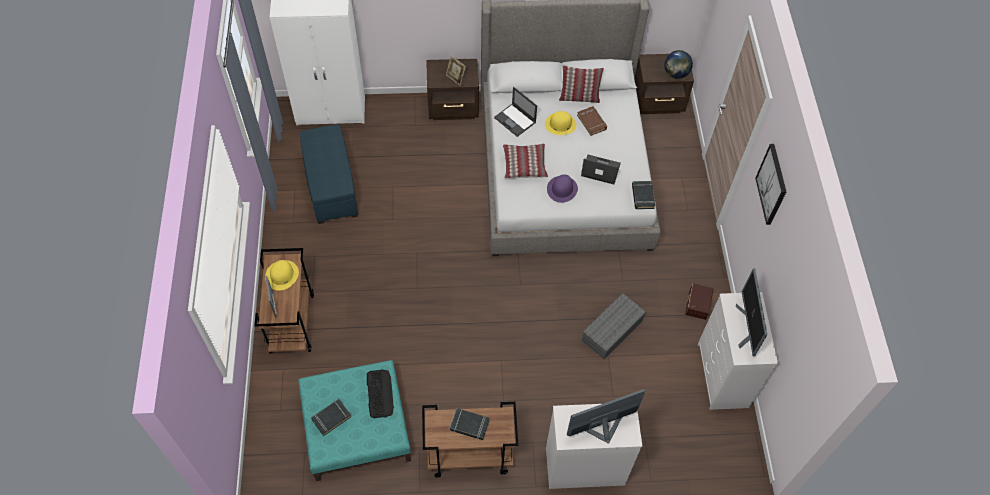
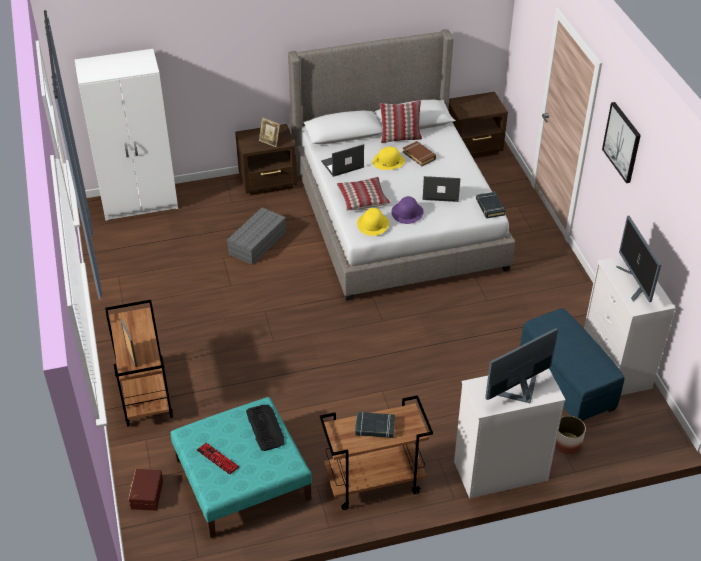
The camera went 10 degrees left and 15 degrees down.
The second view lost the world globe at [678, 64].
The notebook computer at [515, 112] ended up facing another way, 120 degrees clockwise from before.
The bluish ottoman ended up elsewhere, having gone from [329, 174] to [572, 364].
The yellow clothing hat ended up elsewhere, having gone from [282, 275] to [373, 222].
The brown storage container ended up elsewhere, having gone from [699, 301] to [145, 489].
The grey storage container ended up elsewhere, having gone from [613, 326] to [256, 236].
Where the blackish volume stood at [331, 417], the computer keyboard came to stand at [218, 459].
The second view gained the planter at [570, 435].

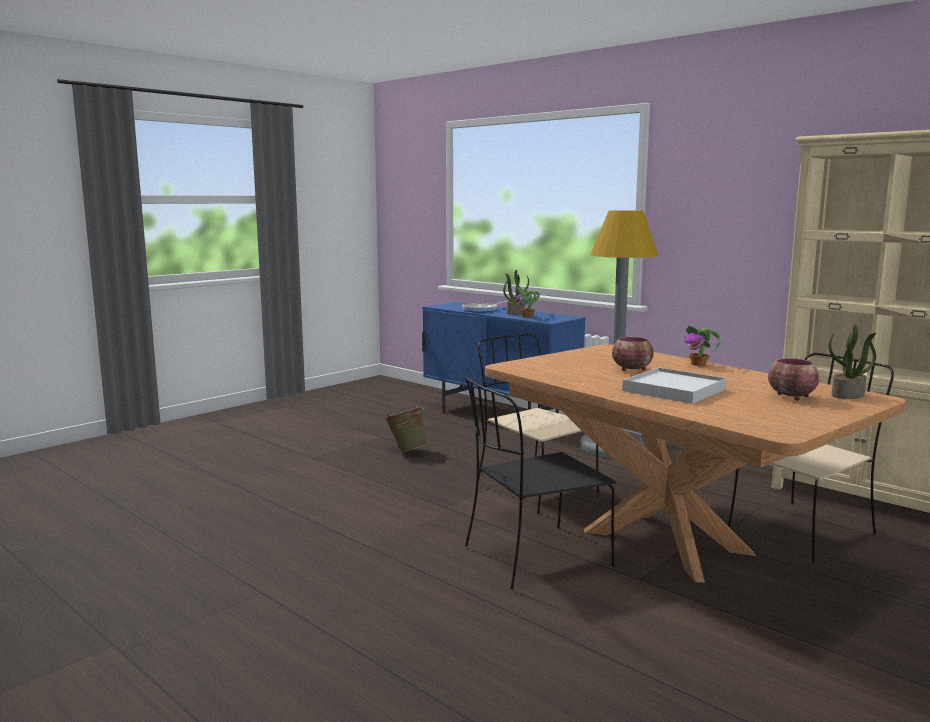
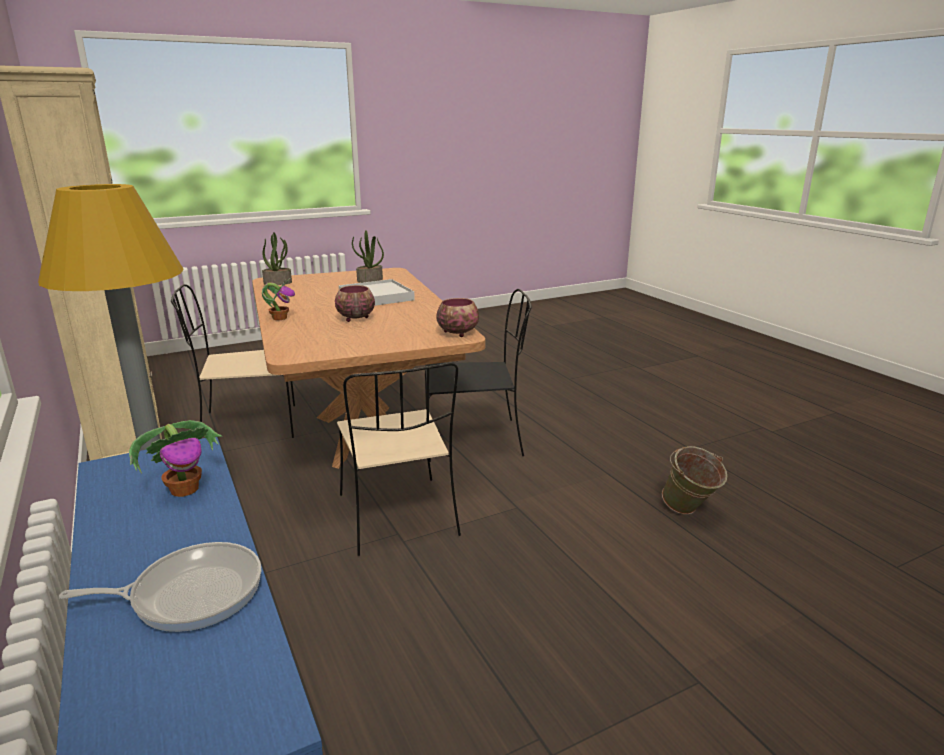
The camera went 160 degrees left and 10 degrees up.
The houseplant ended up elsewhere, having gone from [516, 292] to [368, 256].
The bowl ended up elsewhere, having gone from [793, 379] to [457, 317].
The greenish water bucket ended up elsewhere, having gone from [406, 429] to [694, 480].

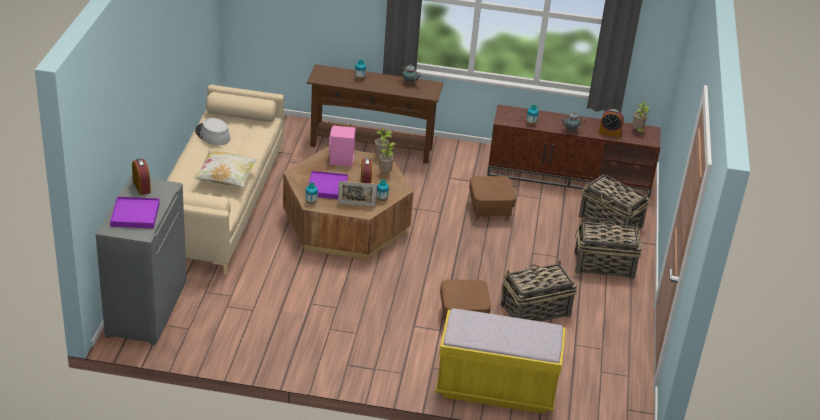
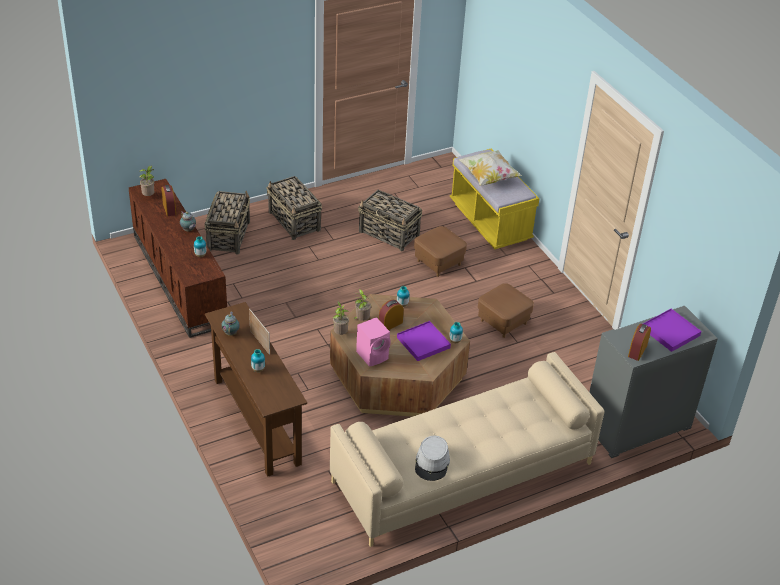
The camera went 125 degrees left and 5 degrees up.
The pillow ended up elsewhere, having gone from [225, 169] to [490, 168].
The brown ottoman ended up elsewhere, having gone from [492, 198] to [506, 310].
The standing frame ended up elsewhere, having gone from [357, 194] to [259, 332].

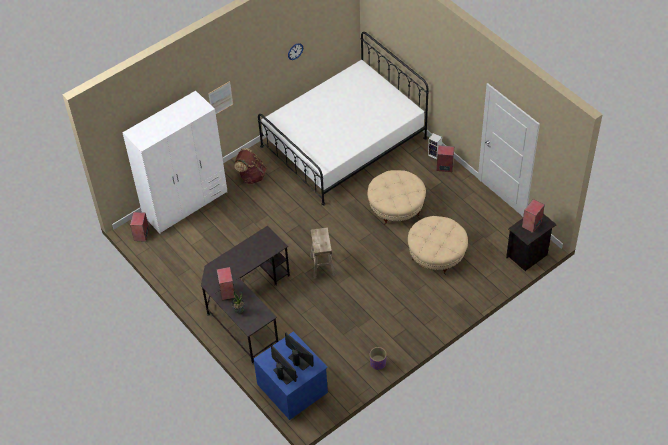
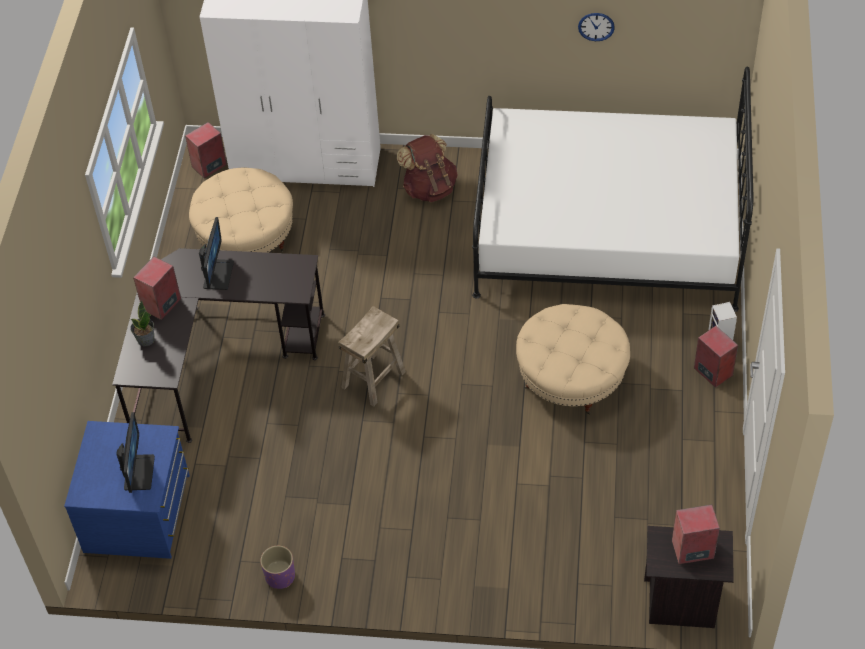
The camera went 45 degrees right and 0 degrees up.
The second view lost the wall picture at [220, 98].
The sand-coloured ottoman ended up elsewhere, having gone from [438, 245] to [241, 210].
The monitor ended up elsewhere, having gone from [284, 365] to [216, 253].

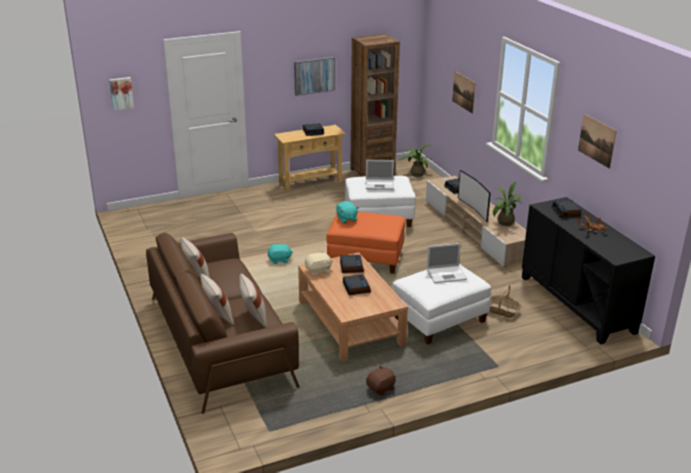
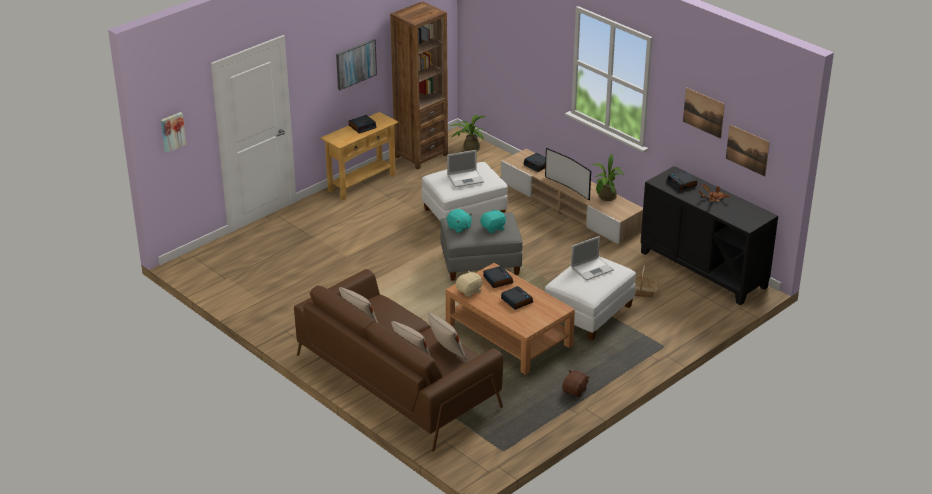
The camera went 20 degrees left and 5 degrees up.
The wall picture ended up elsewhere, having gone from [464, 92] to [748, 150].
What was the orangey ottoman at [366, 243] turned into the grey ottoman at [481, 246].
The turquoise plush toy ended up elsewhere, having gone from [280, 253] to [493, 221].

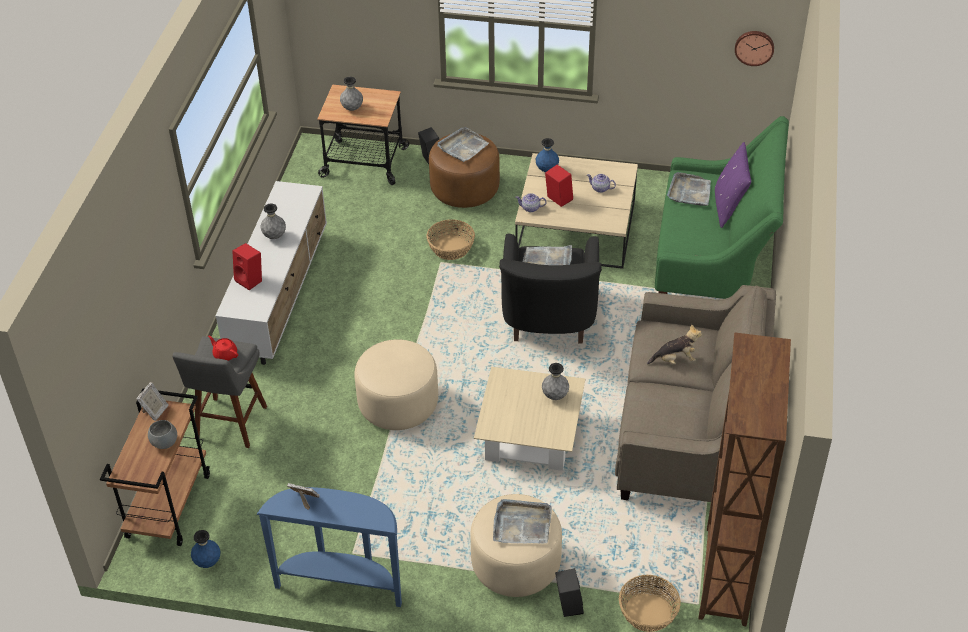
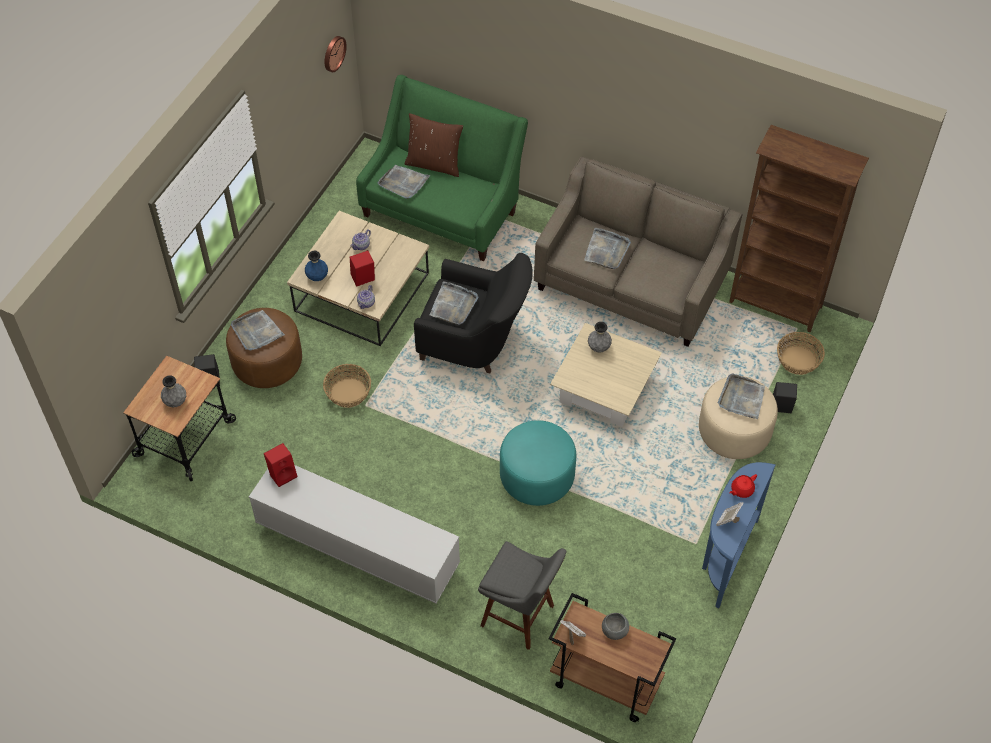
The camera went 75 degrees left and 10 degrees up.
What was the purple-coloured pillow at [733, 185] turned into the brown pillow at [434, 145].
The second view lost the grey vase at [273, 221].
The reddish loudspeaker ended up elsewhere, having gone from [247, 266] to [280, 465].
Where the plush toy stood at [674, 344], the grey serving tray came to stand at [607, 248].
The reddish tea pot ended up elsewhere, having gone from [223, 348] to [743, 486].
What was the sand-coloured ottoman at [396, 384] turned into the turquoise ottoman at [538, 463].
The second view lost the bluish vase at [206, 549].

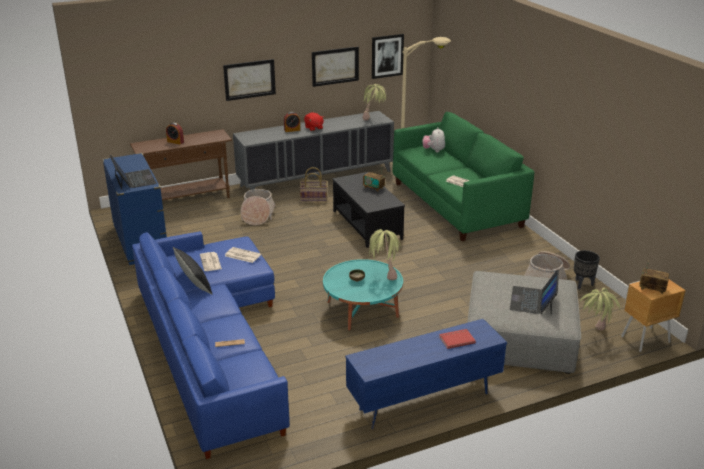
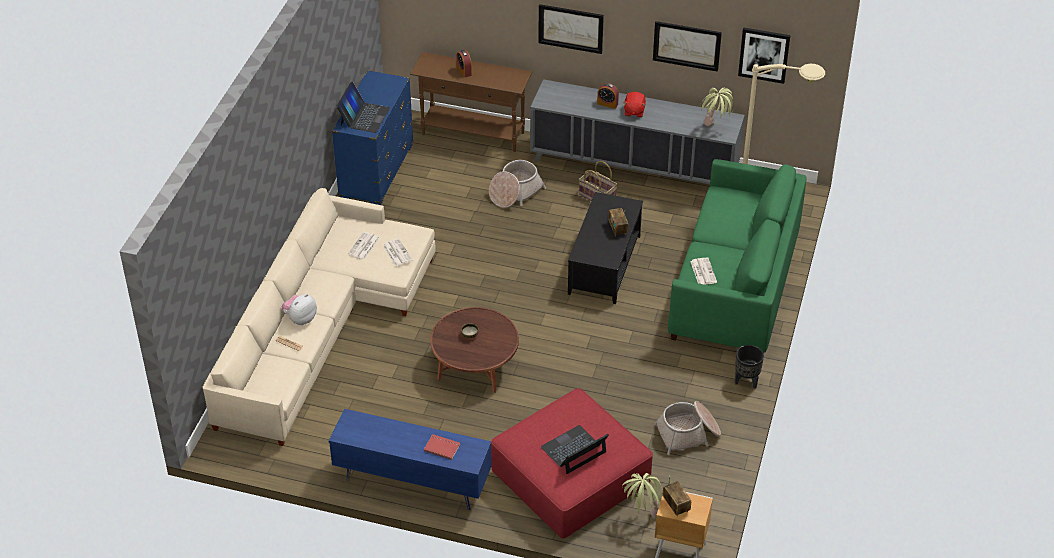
The camera went 40 degrees right and 15 degrees up.
The plush toy ended up elsewhere, having gone from [433, 139] to [299, 309].
The second view lost the houseplant at [385, 254].
What was the bluish sofa at [211, 345] turned into the sand-coloured sofa at [319, 317].
The second view lost the blackish pillow at [193, 271].
The blackish planter ended up elsewhere, having gone from [587, 269] to [749, 366].
What was the turquoise coffee table at [363, 295] turned into the brown coffee table at [474, 350].
What was the grey ottoman at [524, 322] turned into the reddish ottoman at [572, 463].

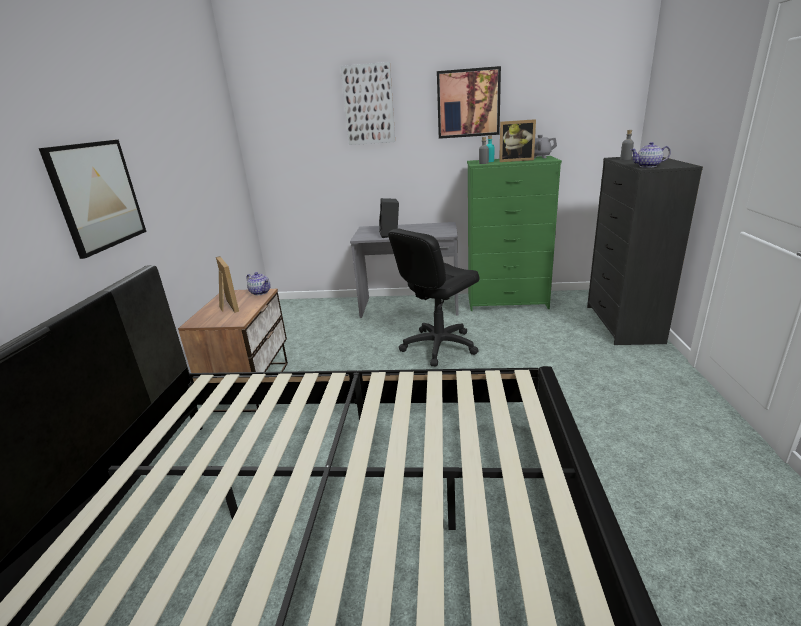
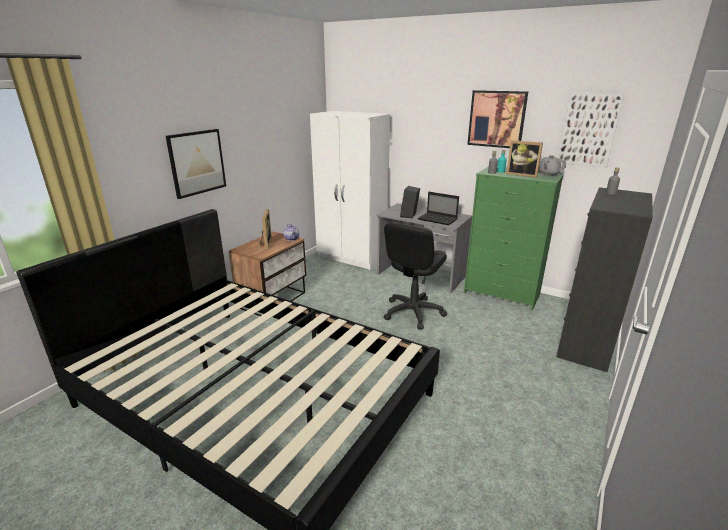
The camera went 25 degrees right and 0 degrees up.
The wall picture ended up elsewhere, having gone from [368, 103] to [591, 130].
The second view lost the tea pot at [650, 155].
The blackish office chair at [433, 297] ended up facing another way, 45 degrees counterclockwise from before.
The second view gained the white-coloured clothes cupboard at [350, 190].
The second view gained the notebook computer at [438, 208].

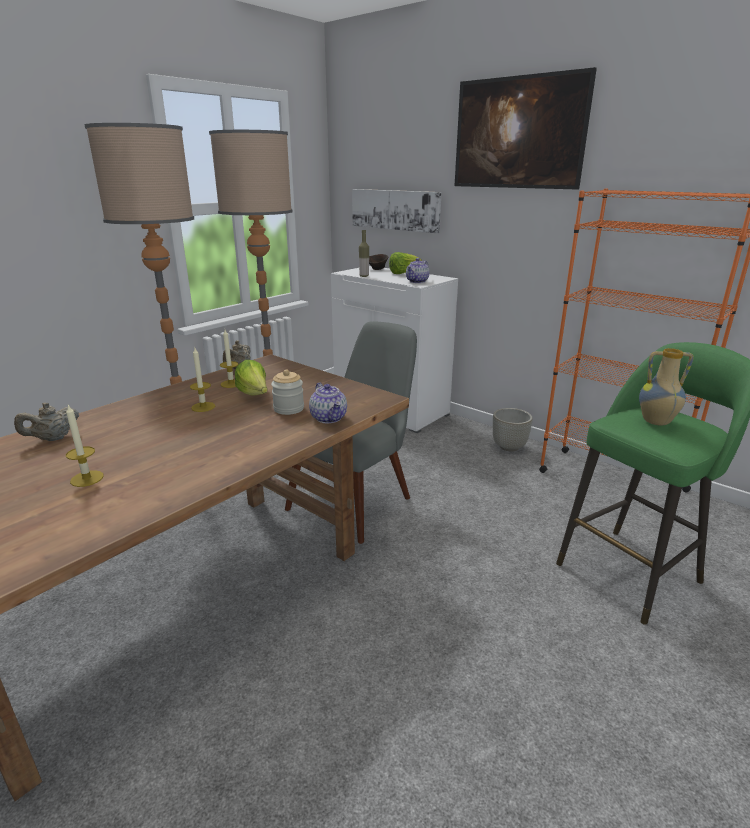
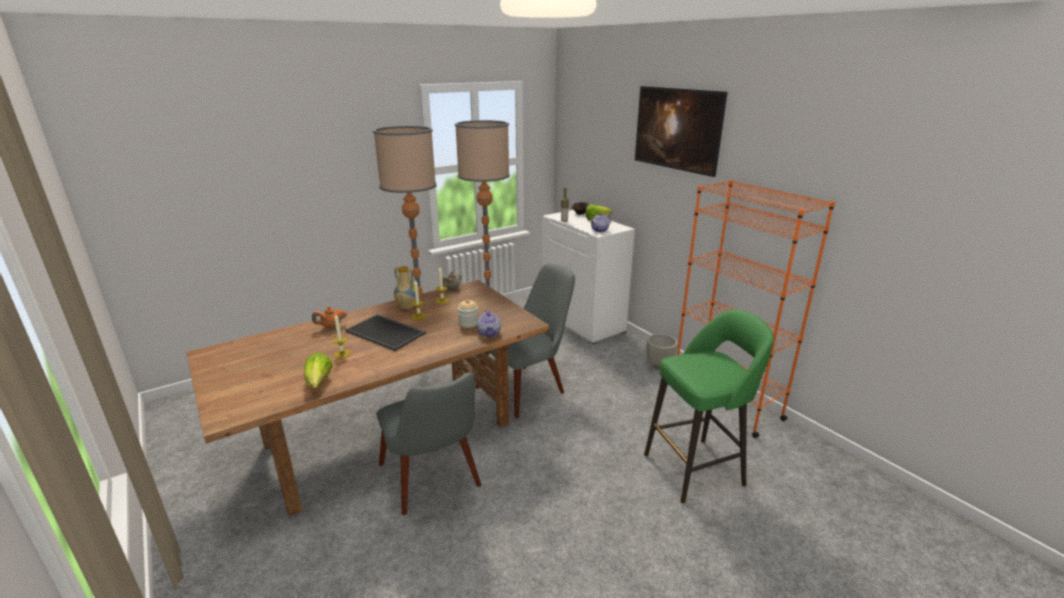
The camera went 15 degrees right and 0 degrees up.
The second view lost the wall picture at [397, 211].
The vase ended up elsewhere, having gone from [666, 386] to [405, 288].
The lettuce ended up elsewhere, having gone from [251, 378] to [318, 370].
What was the sand-coloured tea pot at [46, 421] turned into the orangey tea pot at [329, 317].
The second view gained the serving tray at [386, 332].
The second view gained the grey plain chair at [429, 443].

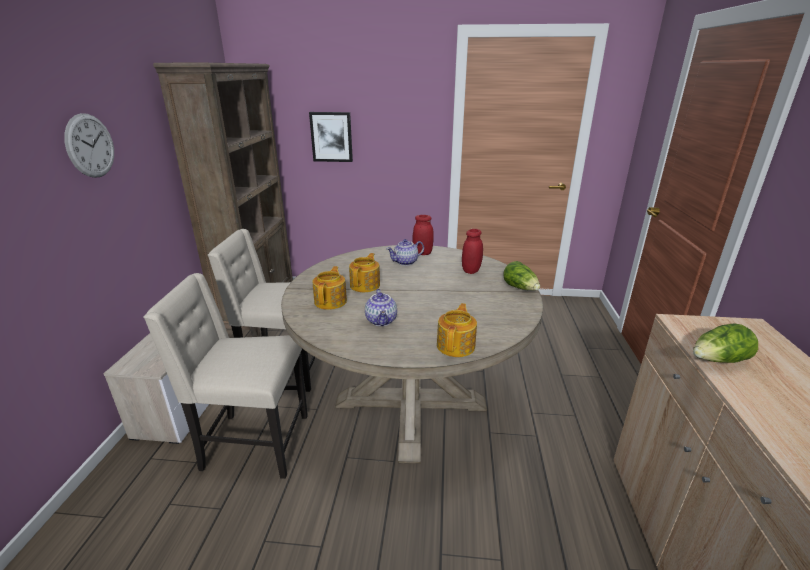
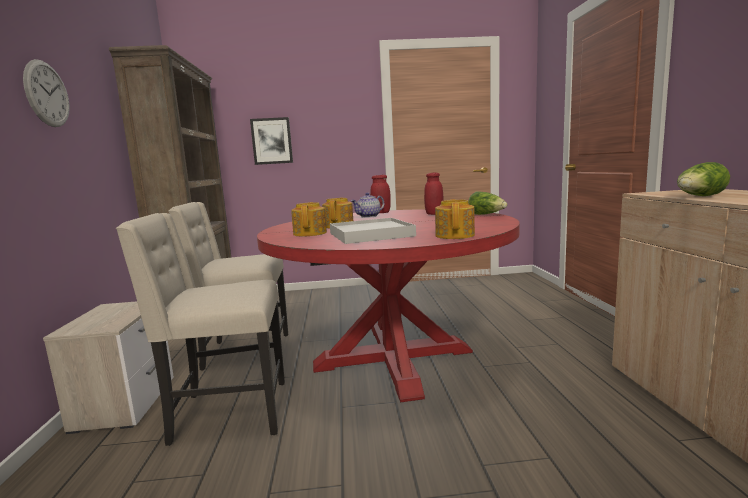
The camera went 10 degrees left and 15 degrees down.
What was the sand-coloured dinner table at [412, 354] turned into the reddish dinner table at [388, 306].
Where the tea pot stood at [381, 307], the white-coloured serving tray came to stand at [373, 231].

